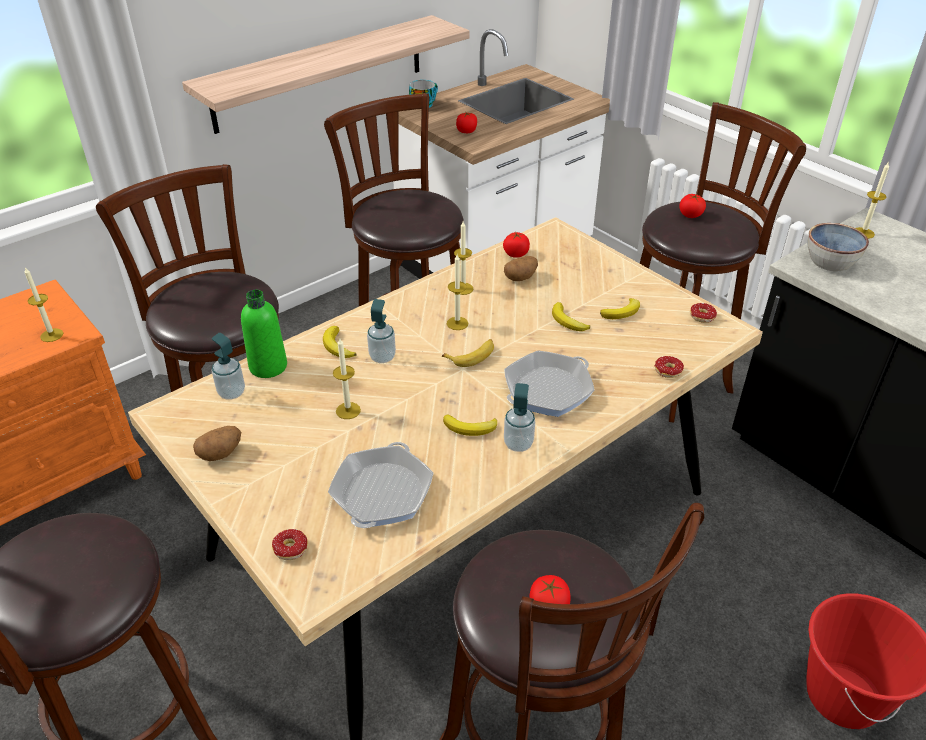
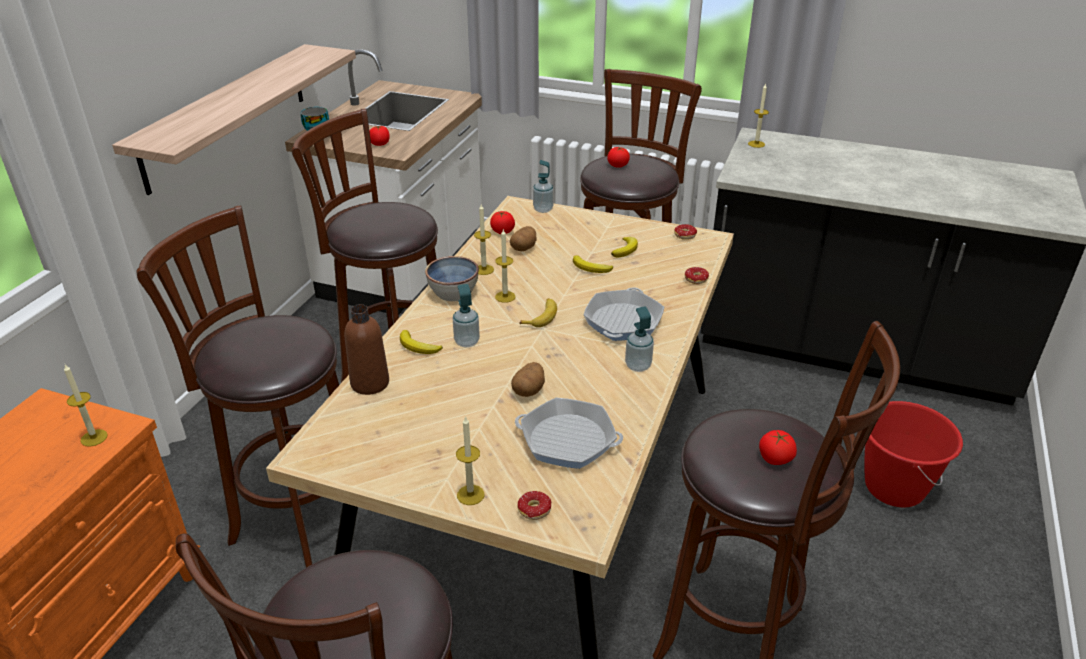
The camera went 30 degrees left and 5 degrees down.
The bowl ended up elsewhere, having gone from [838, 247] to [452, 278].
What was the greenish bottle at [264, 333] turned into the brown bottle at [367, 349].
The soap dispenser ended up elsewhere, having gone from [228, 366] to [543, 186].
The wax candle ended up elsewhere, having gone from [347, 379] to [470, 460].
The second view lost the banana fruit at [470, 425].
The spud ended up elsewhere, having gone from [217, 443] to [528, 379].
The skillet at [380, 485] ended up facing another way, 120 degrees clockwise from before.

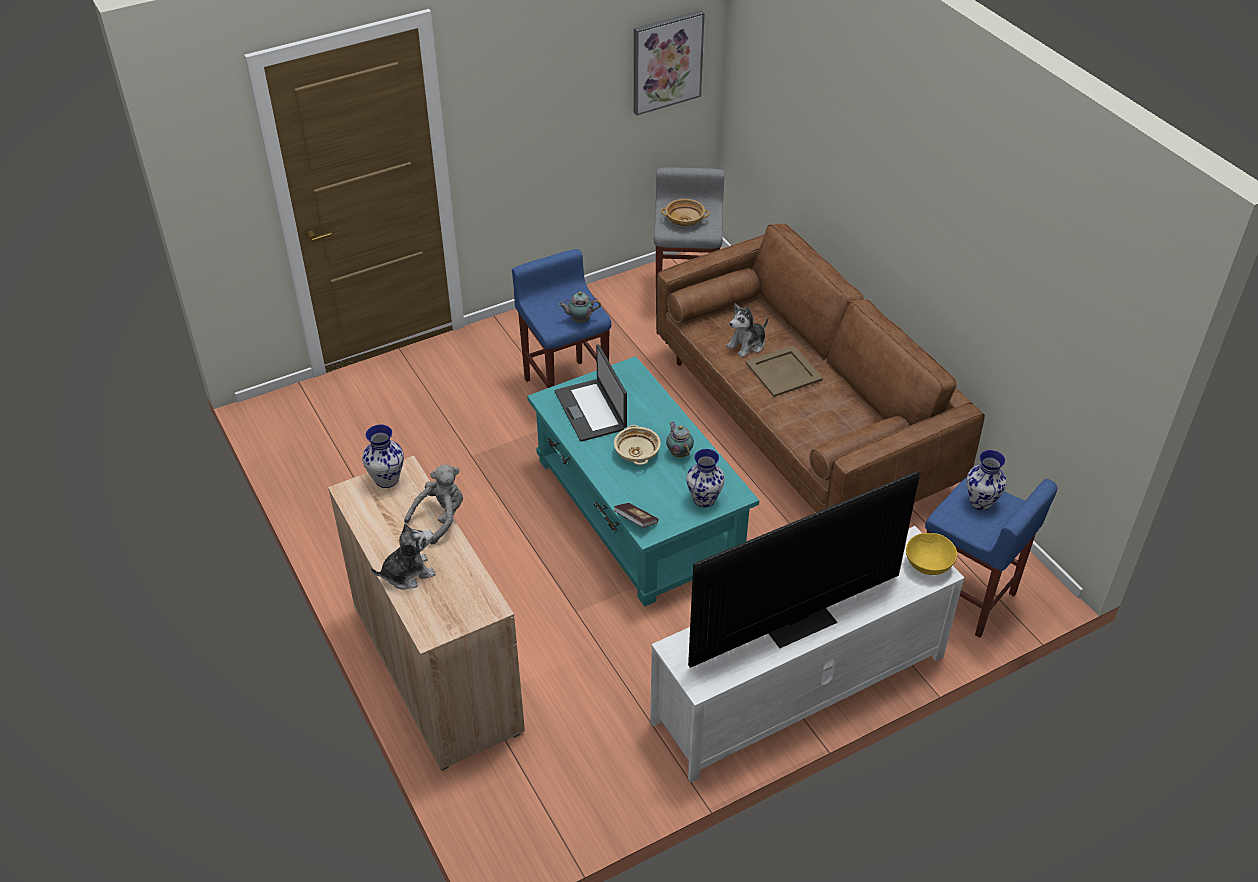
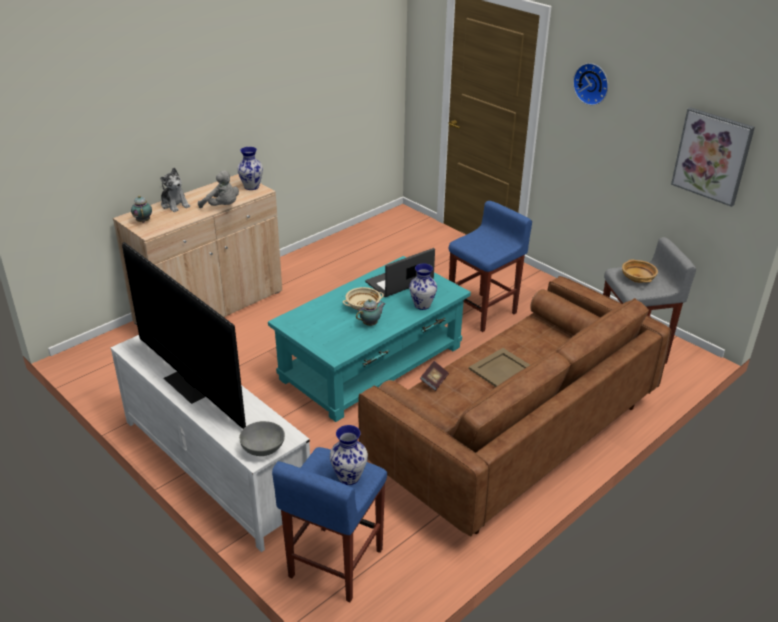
The camera went 75 degrees right and 10 degrees down.
The tea pot ended up elsewhere, having gone from [579, 307] to [141, 209].
The second view lost the plush toy at [747, 331].
The vase ended up elsewhere, having gone from [705, 478] to [423, 287].
The volume ended up elsewhere, having gone from [635, 515] to [434, 376].
What was the yellow bowl at [931, 554] turned into the grey bowl at [262, 438].
The second view gained the clock on the wall at [590, 84].

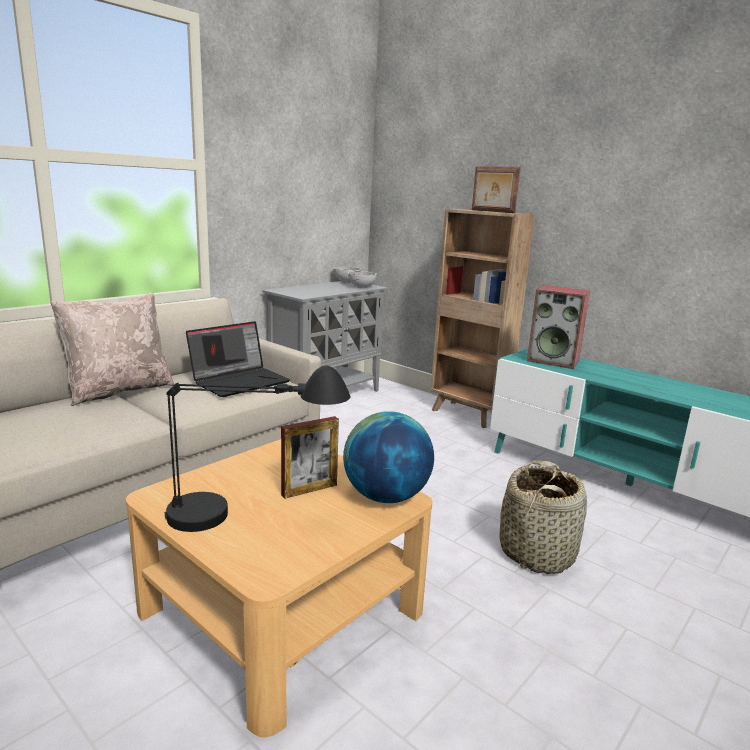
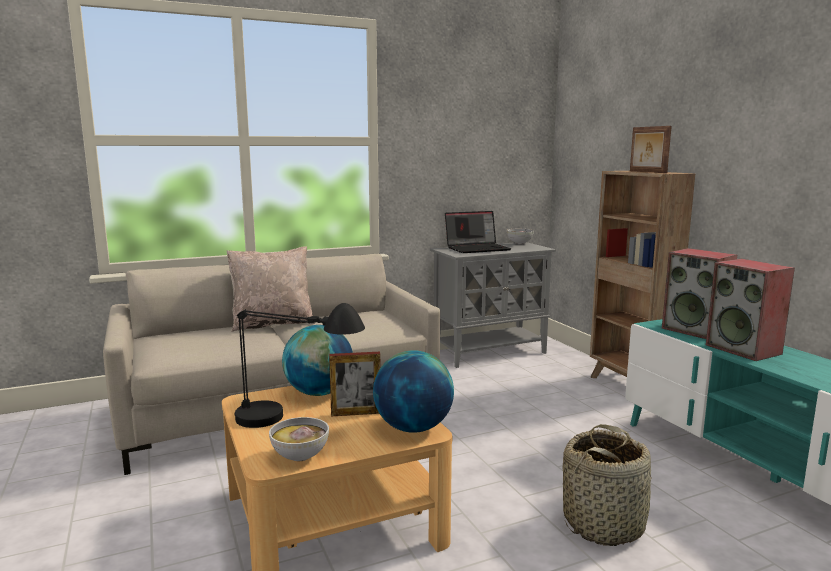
The camera went 25 degrees right and 5 degrees down.
The bowl ended up elsewhere, having gone from [362, 279] to [299, 439].
The notebook computer ended up elsewhere, having gone from [238, 359] to [478, 232].
The second view gained the loudspeaker at [750, 310].
The second view gained the world globe at [317, 360].

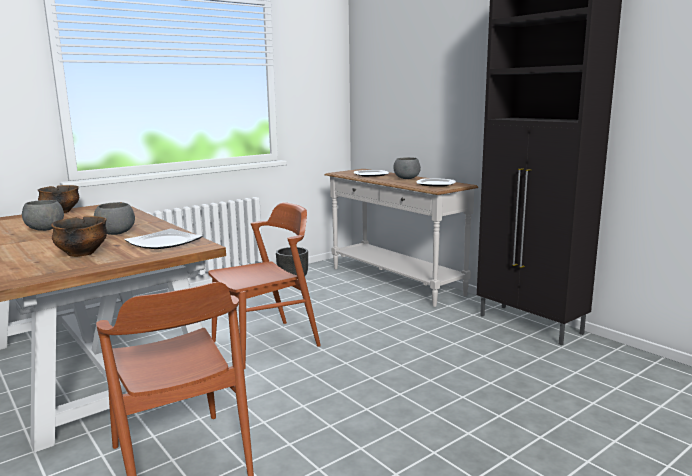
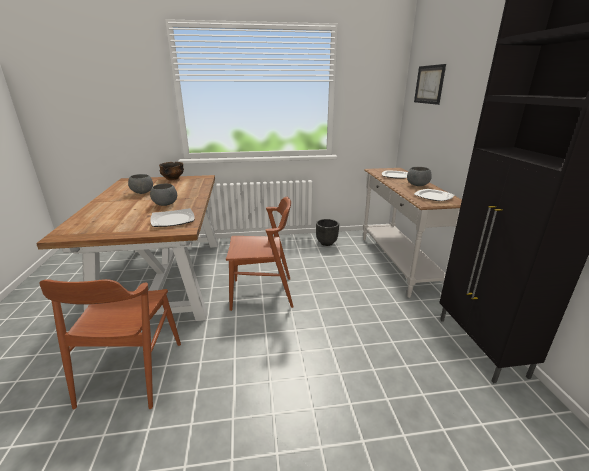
The camera went 30 degrees right and 10 degrees up.
The second view lost the bowl at [79, 236].
The second view gained the wall picture at [430, 84].

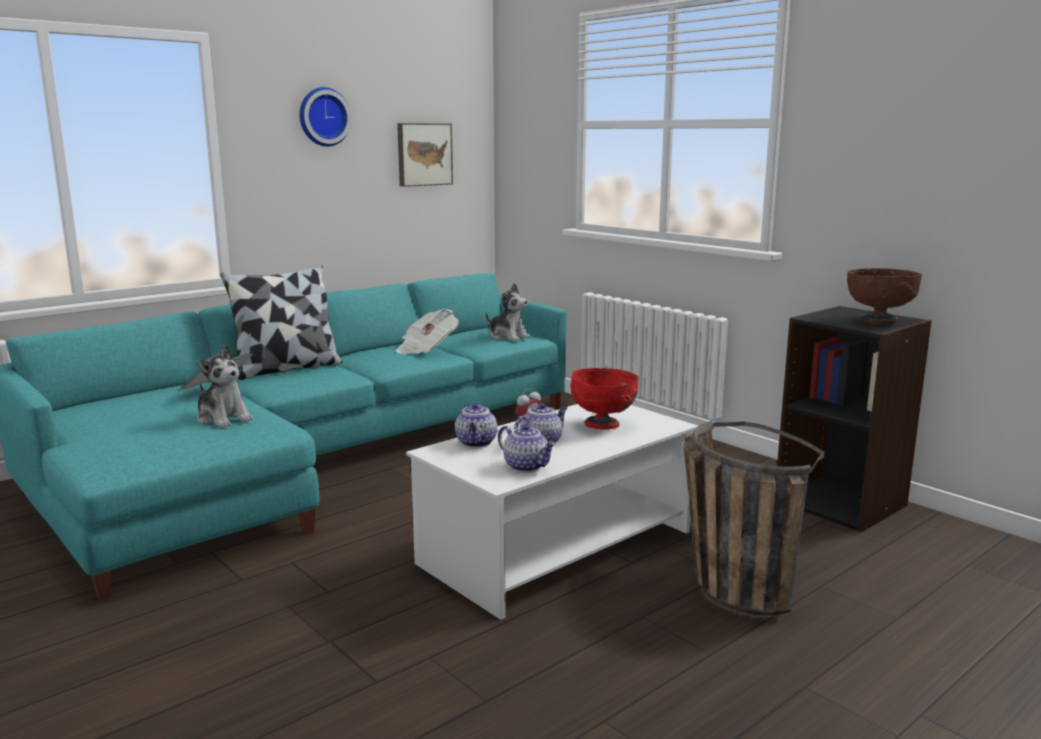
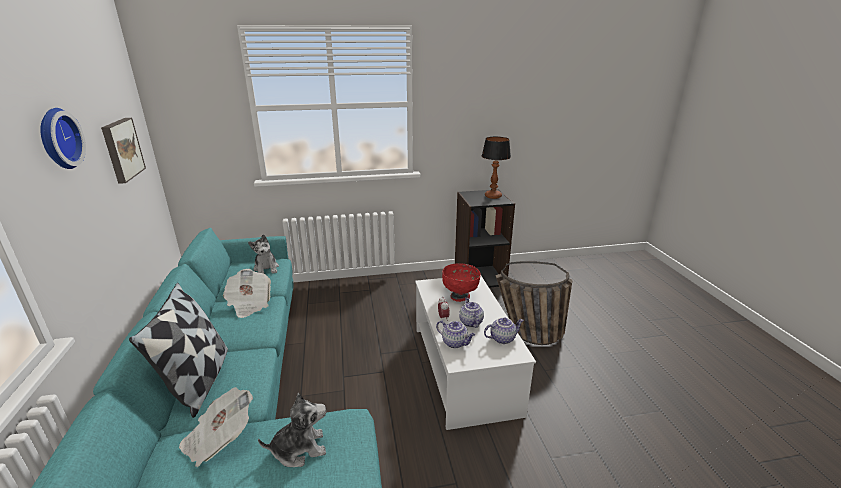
The camera went 60 degrees left and 10 degrees up.
Where the brown bowl stood at [884, 296], the table lamp came to stand at [496, 167].
The plush toy at [508, 312] ended up facing another way, 90 degrees clockwise from before.

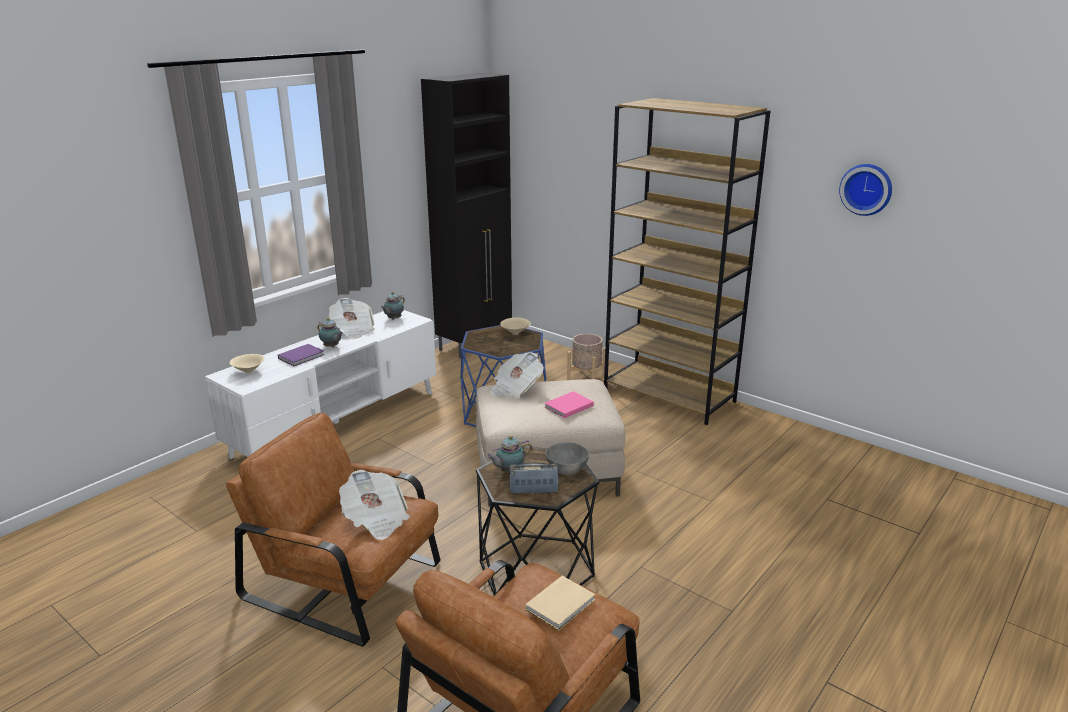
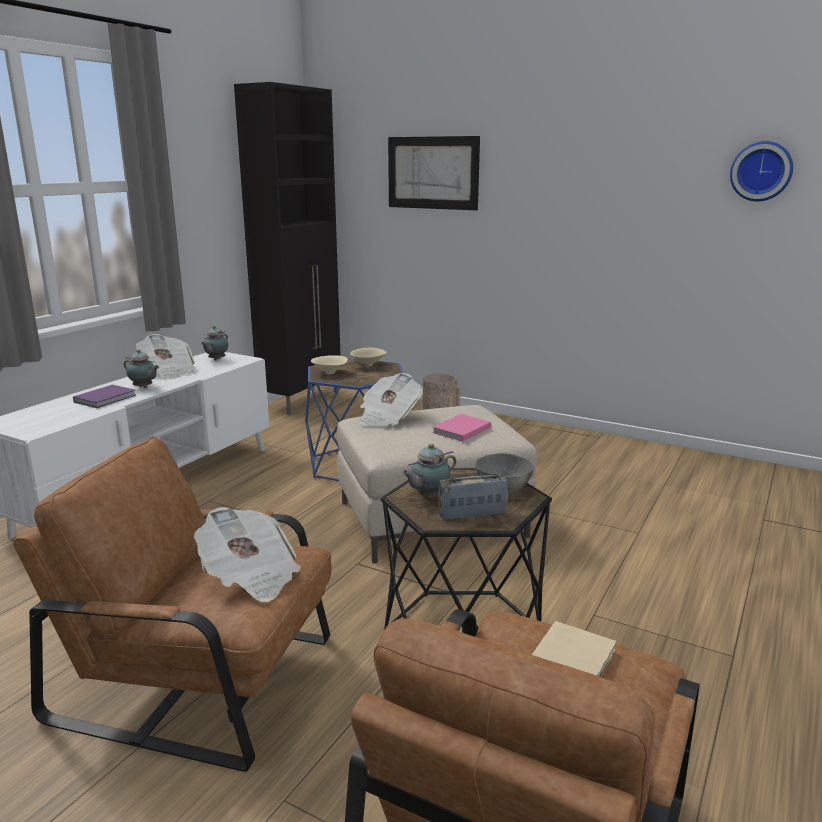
The camera went 10 degrees left and 5 degrees down.
The second view lost the brown shelving unit at [687, 261].
The sand-coloured bowl ended up elsewhere, having gone from [246, 363] to [329, 364].
The second view gained the wall picture at [434, 173].

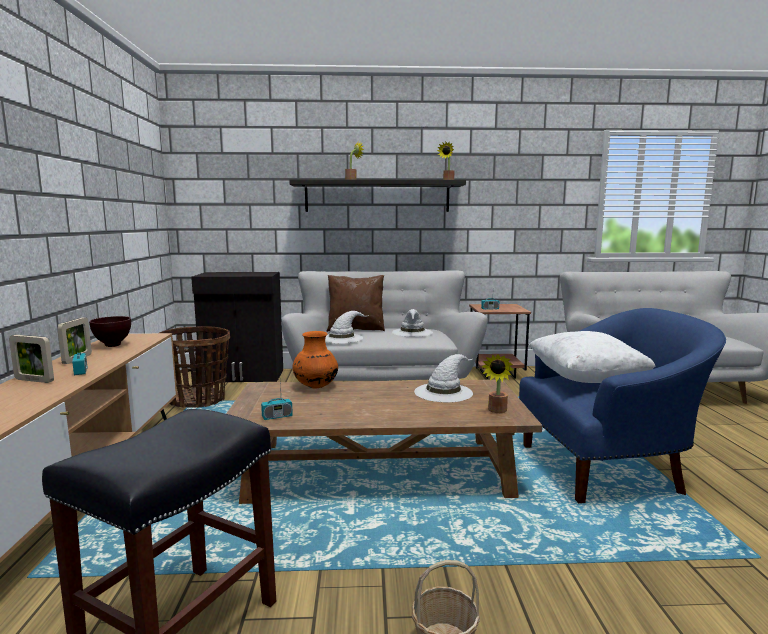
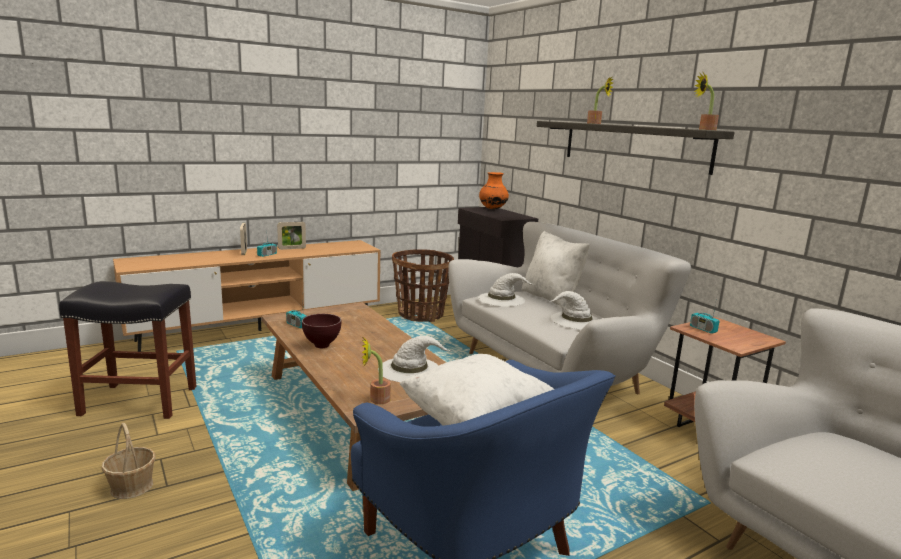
The camera went 60 degrees right and 5 degrees up.
What was the brown pillow at [355, 303] turned into the white-coloured pillow at [556, 270].
The brown bowl ended up elsewhere, having gone from [110, 331] to [321, 331].
The orangey vase ended up elsewhere, having gone from [315, 360] to [494, 190].

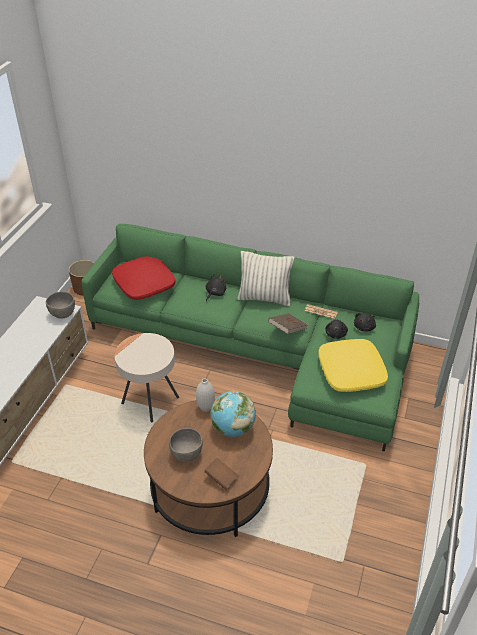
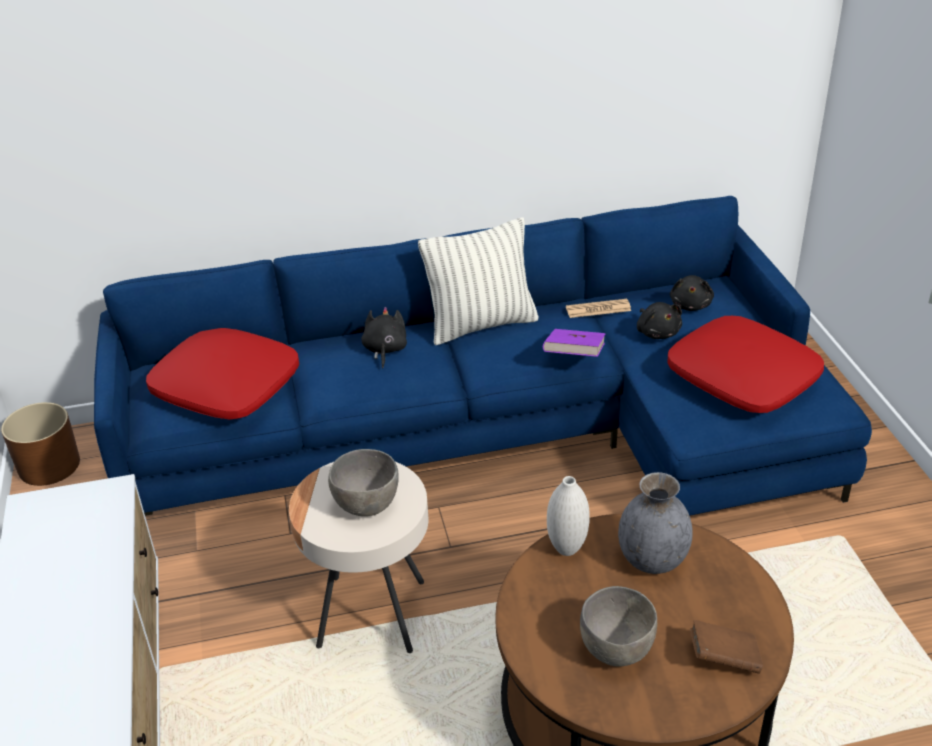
The camera went 30 degrees left and 5 degrees down.
What was the greenish sofa at [250, 337] turned into the bluish sofa at [483, 356].
The grey bowl ended up elsewhere, having gone from [60, 305] to [363, 482].
What was the brown volume at [288, 323] turned into the purple-coloured volume at [574, 343].
What was the yellow pillow at [353, 365] turned into the reddish pillow at [745, 364].
Where the world globe stood at [233, 414], the grey vase came to stand at [655, 523].

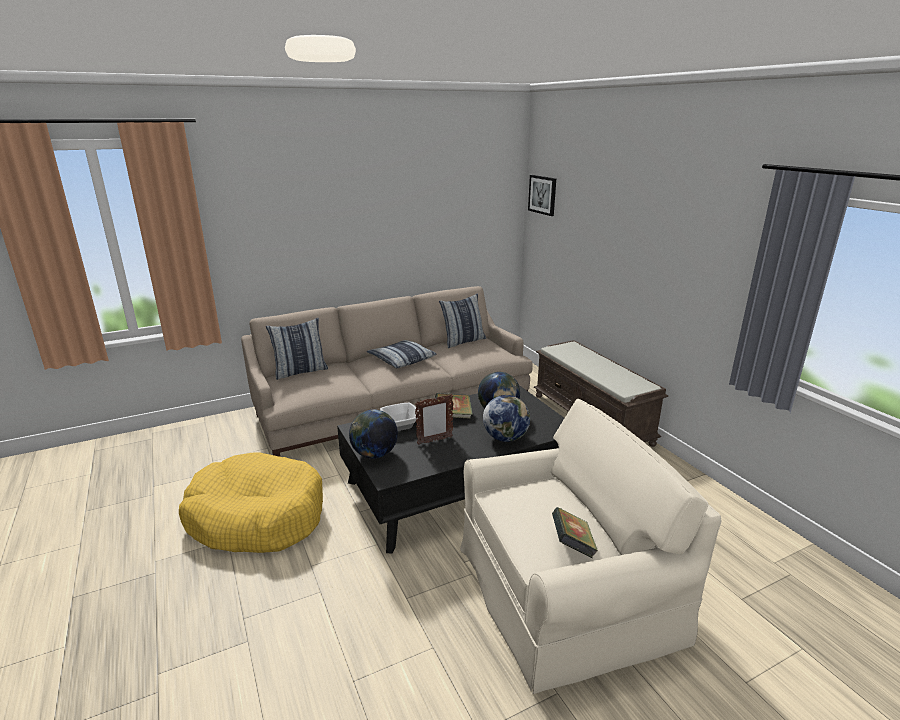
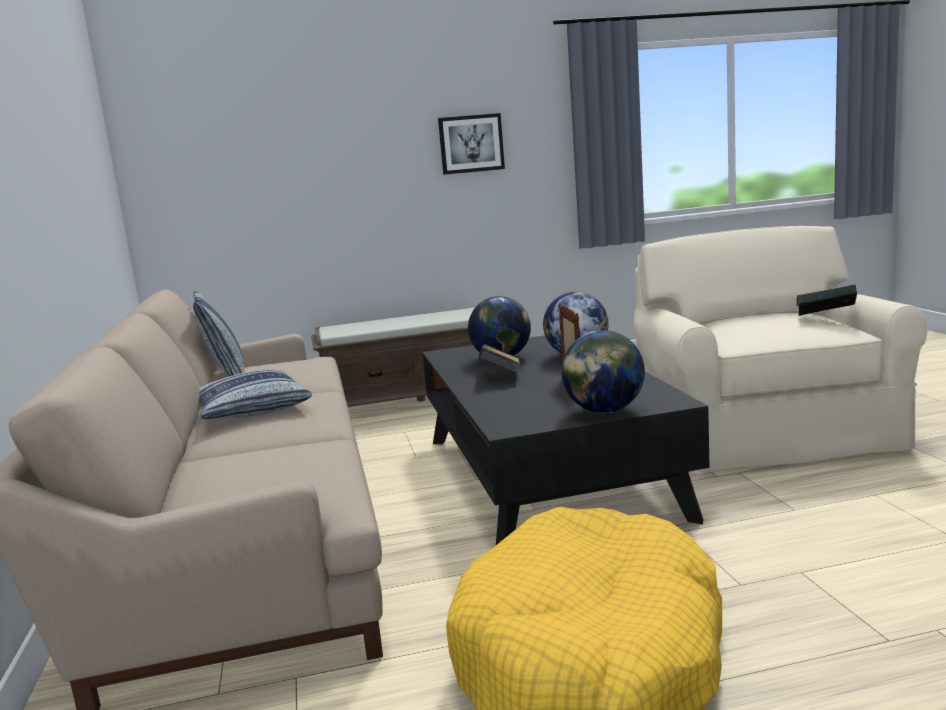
The camera went 75 degrees left and 10 degrees down.
The wall picture ended up elsewhere, having gone from [542, 195] to [471, 144].
The second view lost the pillow at [297, 349].
The second view lost the bowl at [400, 417].

